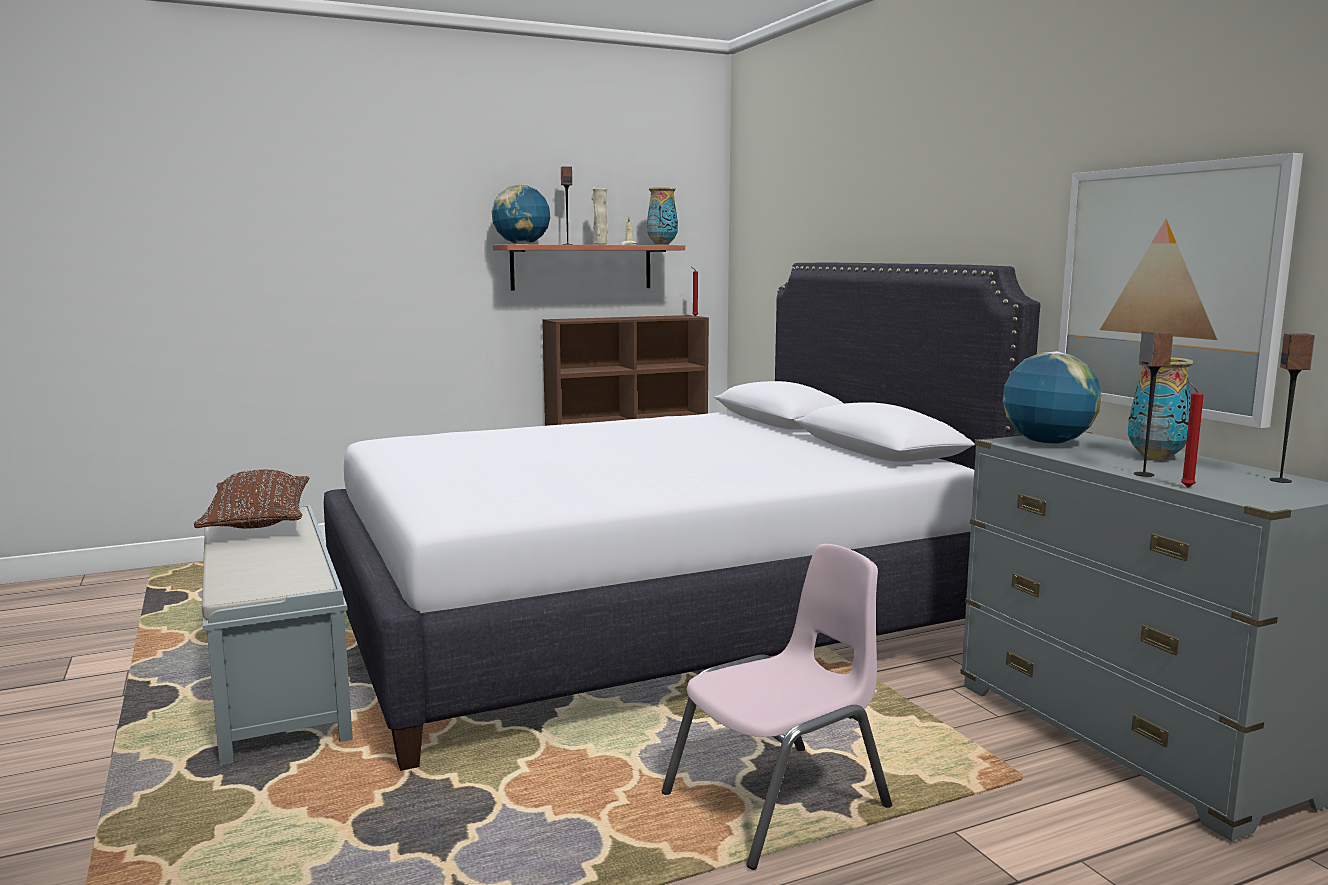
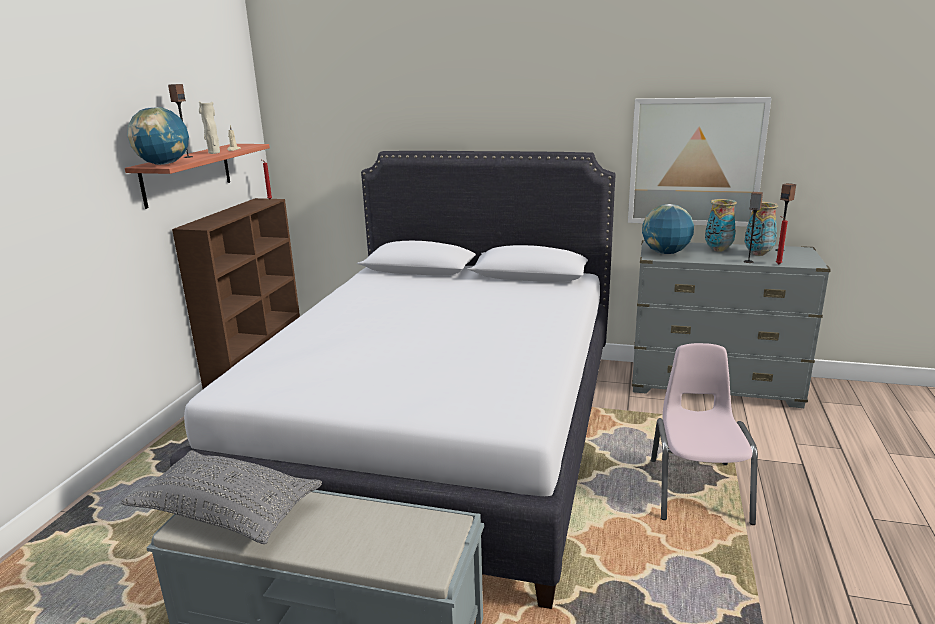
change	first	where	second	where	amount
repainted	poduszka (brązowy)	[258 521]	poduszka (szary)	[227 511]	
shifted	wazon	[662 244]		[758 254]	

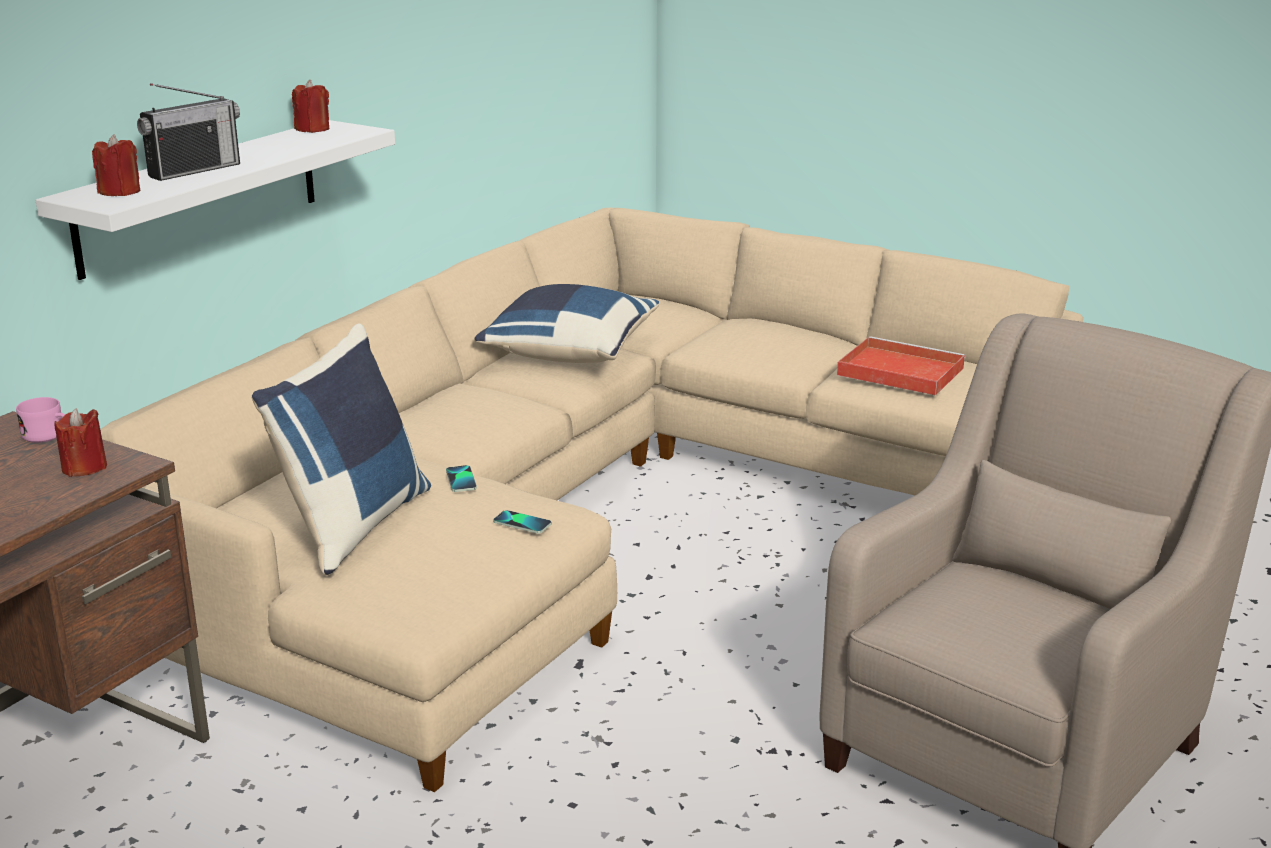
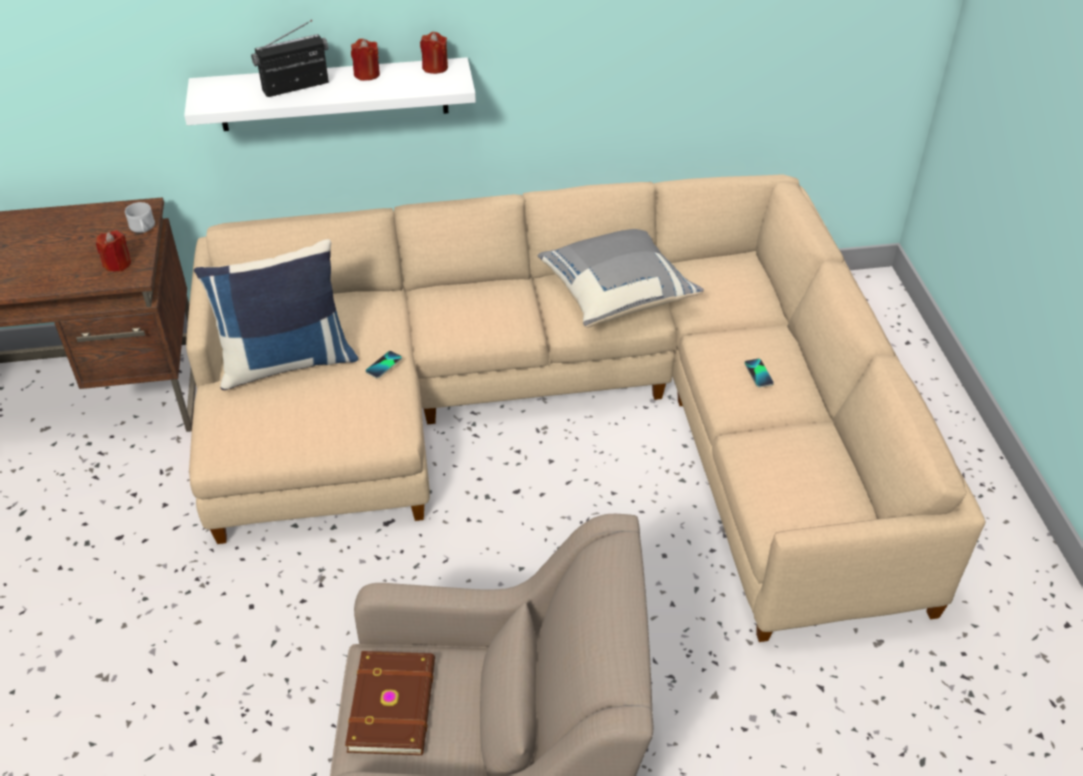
change	first	where	second	where	amount
repainted	kubek (różowy)	[49 436]	kubek (biały)	[143 229]	
shifted	świeca (czerwony)	[120 192]		[367 74]	
rotated	radio	[194 170]		[296 87]	150 degrees clockwise
repainted	poduszka (niebieski)	[568 352]	poduszka (szary)	[616 294]	
shifted	telefon	[522 523]		[758 373]	
gone	taca (czerwony)	[898 371]			
new			książka (brązowy)	[394 705]	

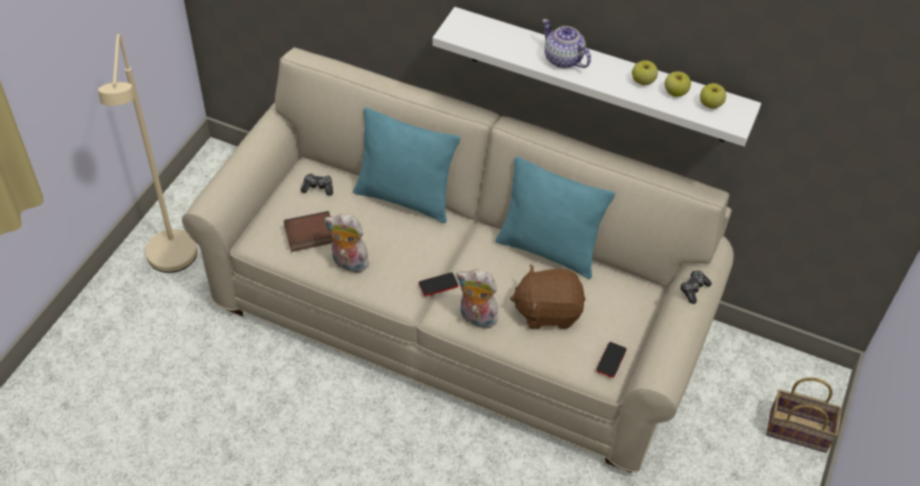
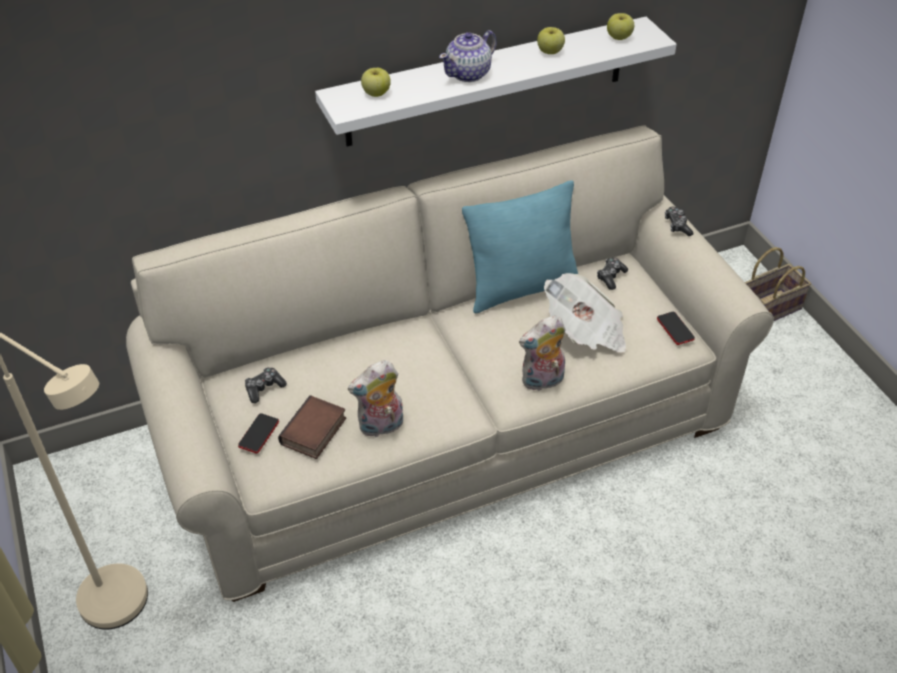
change	first	where	second	where	amount
gone	poduszka (turkusowy)	[404 198]			
shifted	telefon	[438 285]		[258 434]	
swapped	pluszak (brązowy)	[547 311]	gazeta	[585 331]	
rotated	imbryk	[563 60]		[468 74]	45 degrees counterclockwise
shifted	jabłko	[675 92]		[376 93]	
new			pad do gier	[611 277]	

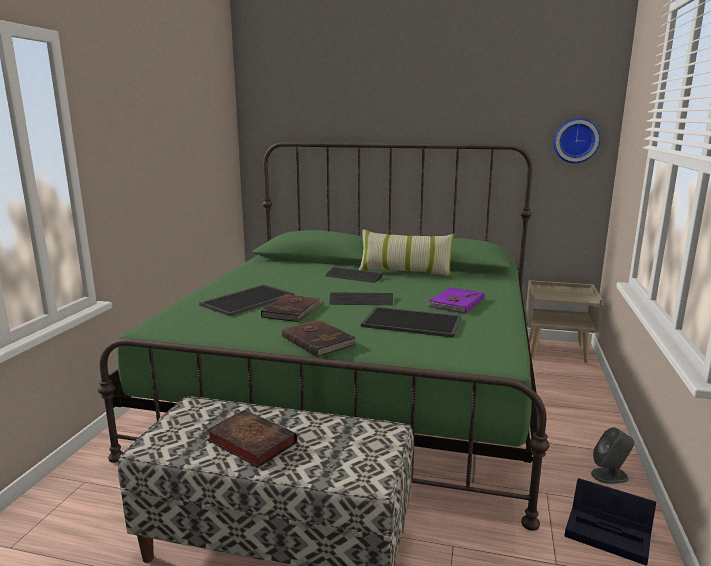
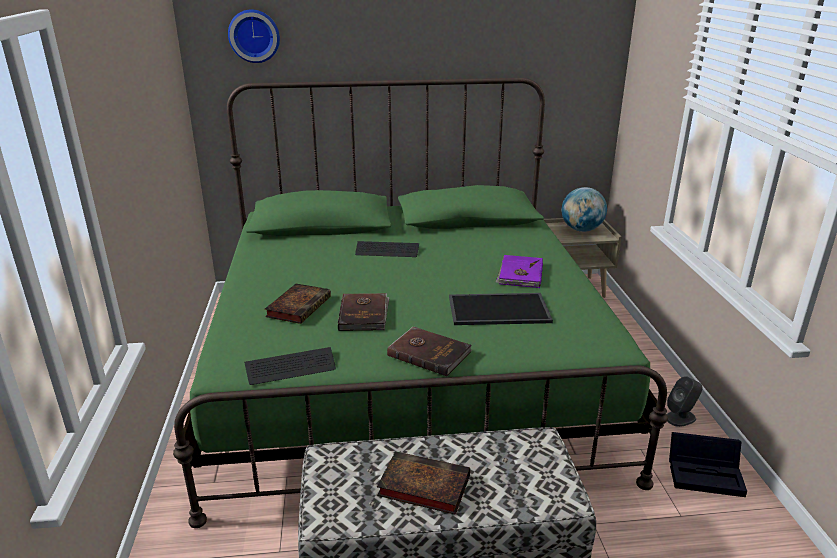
change	first	where	second	where	amount
swapped	taca	[247 300]	książka	[299 306]	
shifted	klawiatura	[361 300]		[290 367]	
gone	poduszka	[405 272]			
shifted	zegar ścienny	[576 140]		[254 36]	
new			globus	[581 230]	

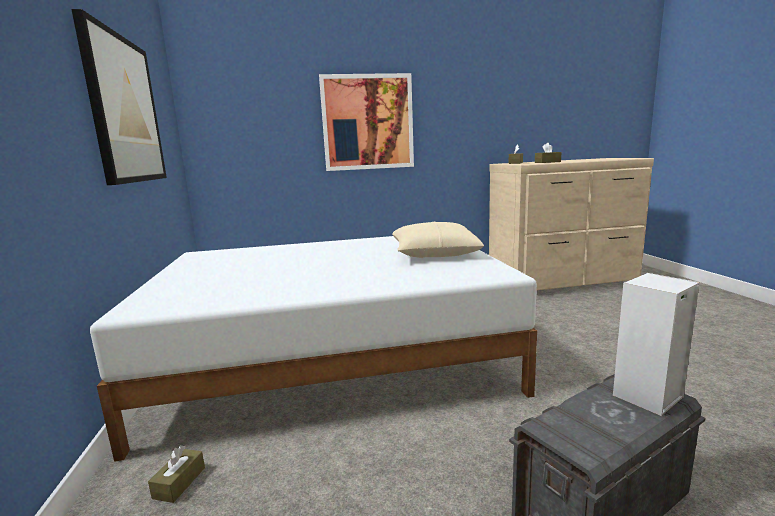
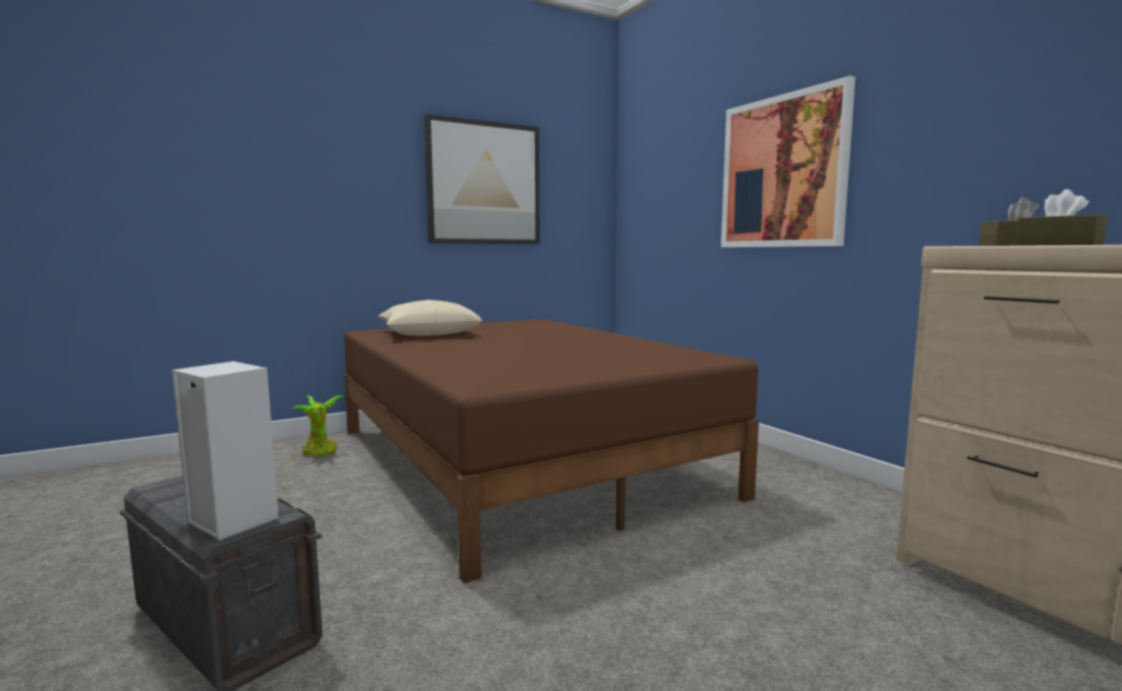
change	first	where	second	where	amount
repainted	łóżko (biały)	[333 359]	łóżko (brązowy)	[520 460]	
swapped	pudełko chusteczek (brązowy)	[179 483]	roślina doniczkowa	[320 452]	
shifted	poduszka (beżowy)	[434 253]		[429 333]	

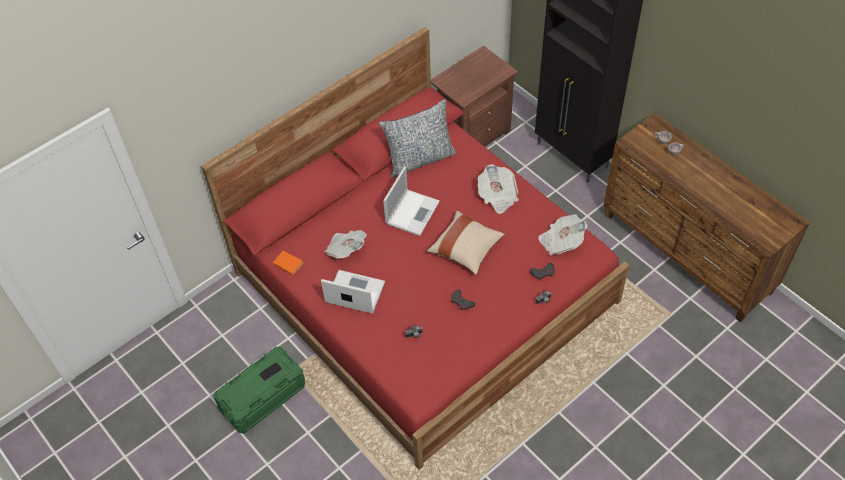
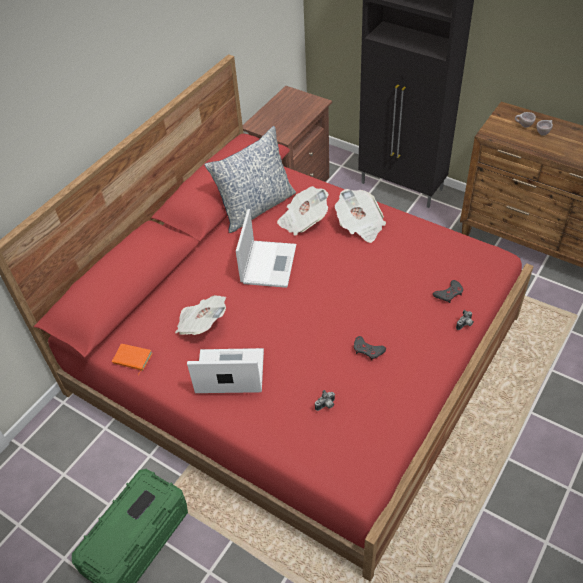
change	first	where	second	where	amount
gone	poduszka (beżowy)	[466 249]			
shifted	gazeta	[561 241]		[303 221]	

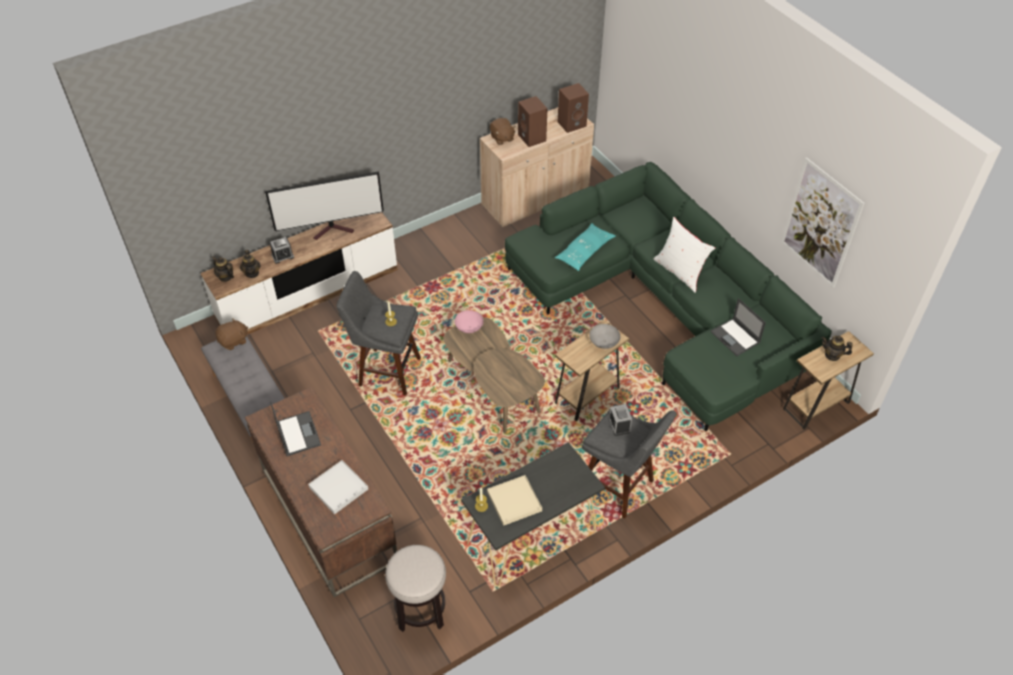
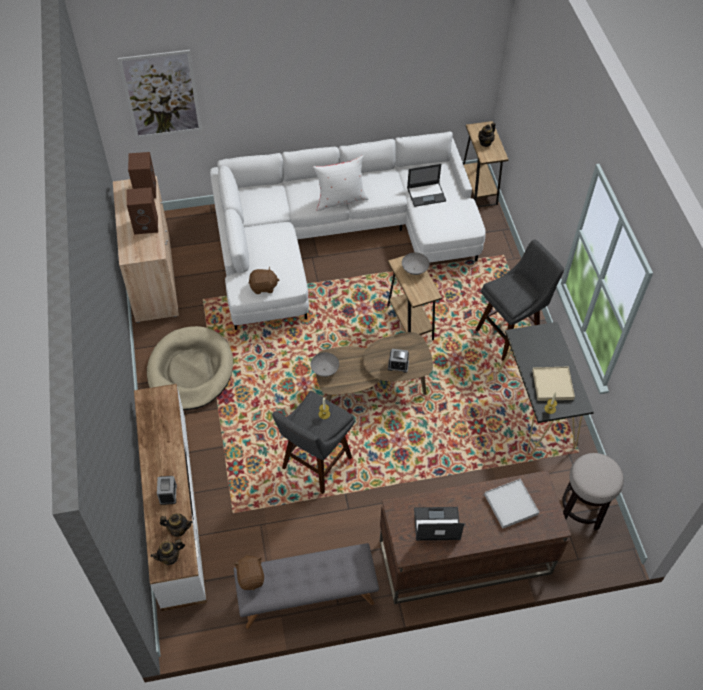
change	first	where	second	where	amount
gone	telewizor	[334 230]			
repainted	miska (różowy)	[469 328]	miska (szary)	[325 370]	
shifted	pluszak (brązowy)	[502 138]		[263 287]	
repainted	kanapa (zielony)	[665 305]	kanapa (biały)	[336 236]	
gone	poduszka (turkusowy)	[585 252]			
shifted	budzik	[619 425]		[398 365]	
shifted	obraz	[820 223]		[161 95]	
new			legowisko (beżowy)	[190 371]	

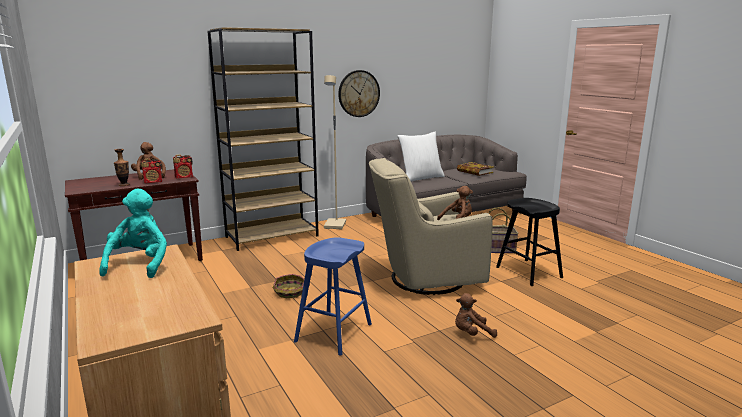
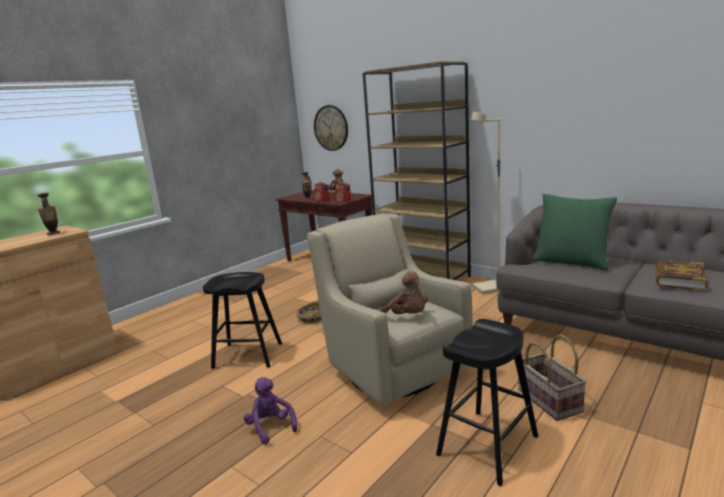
change	first	where	second	where	amount
swapped	pluszak (turkusowy)	[140 264]	wazon	[53 233]	
repainted	stołek (niebieski)	[333 333]	stołek (czarny)	[247 355]	
shifted	zegar ścienny	[359 93]		[331 128]	
repainted	poduszka (biały)	[421 178]	poduszka (zielony)	[571 262]	
repainted	pluszak (brązowy)	[471 333]	pluszak (fioletowy)	[270 427]	

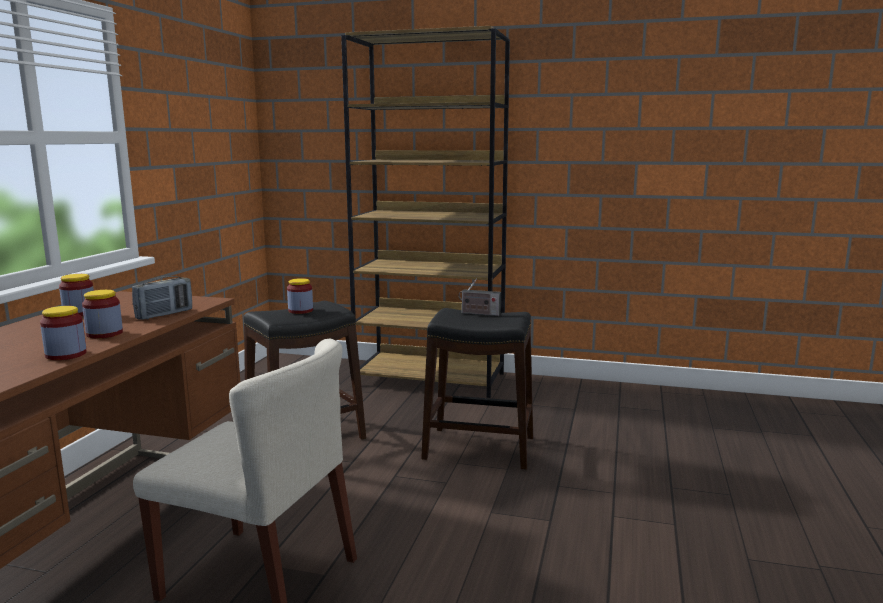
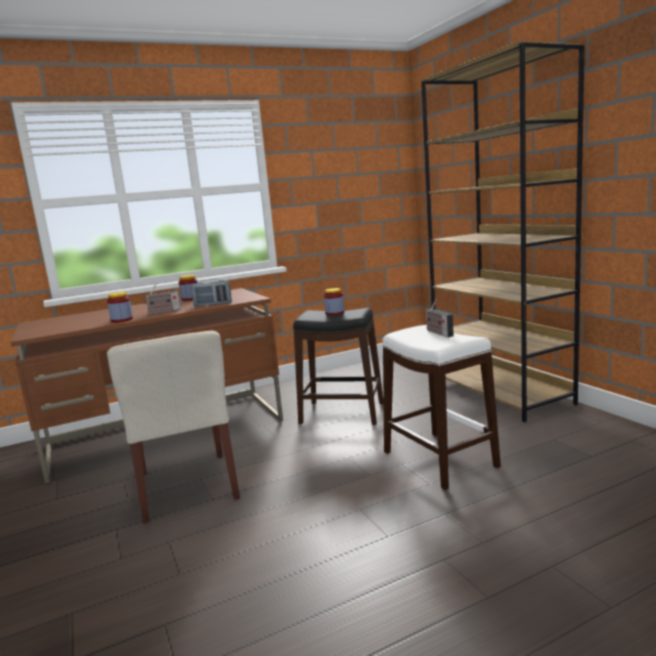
change	first	where	second	where	amount
swapped	słoik	[104 334]	radio	[163 311]	
repainted	stołek (czarny)	[479 447]	stołek (biały)	[440 459]	

